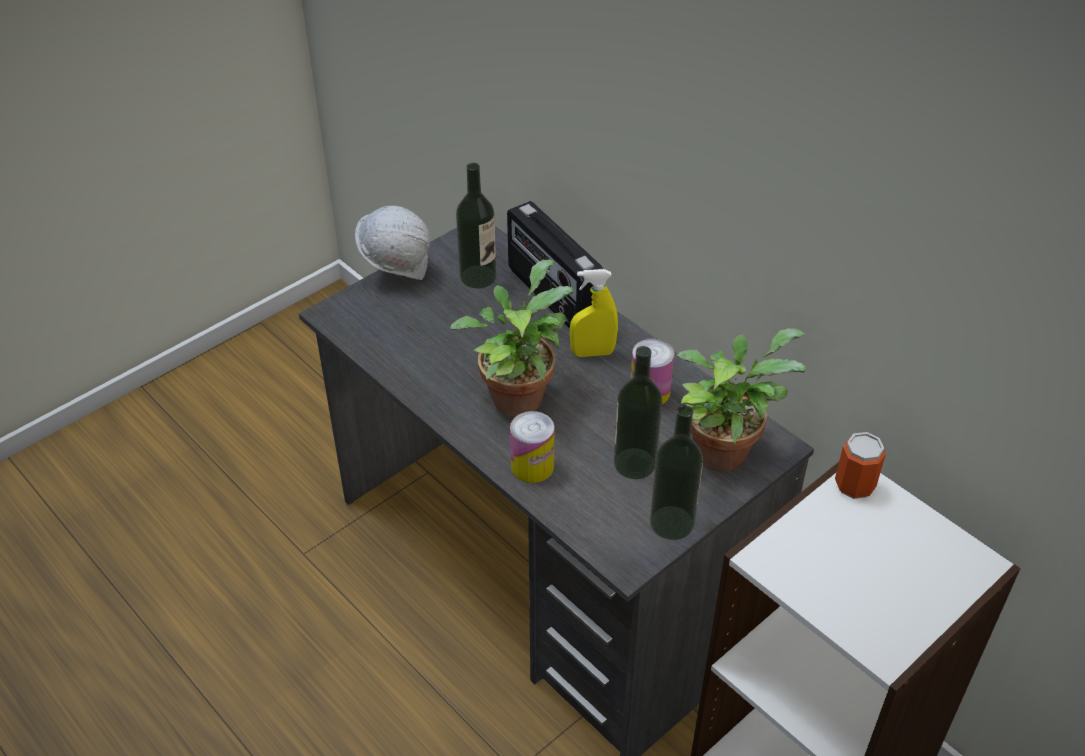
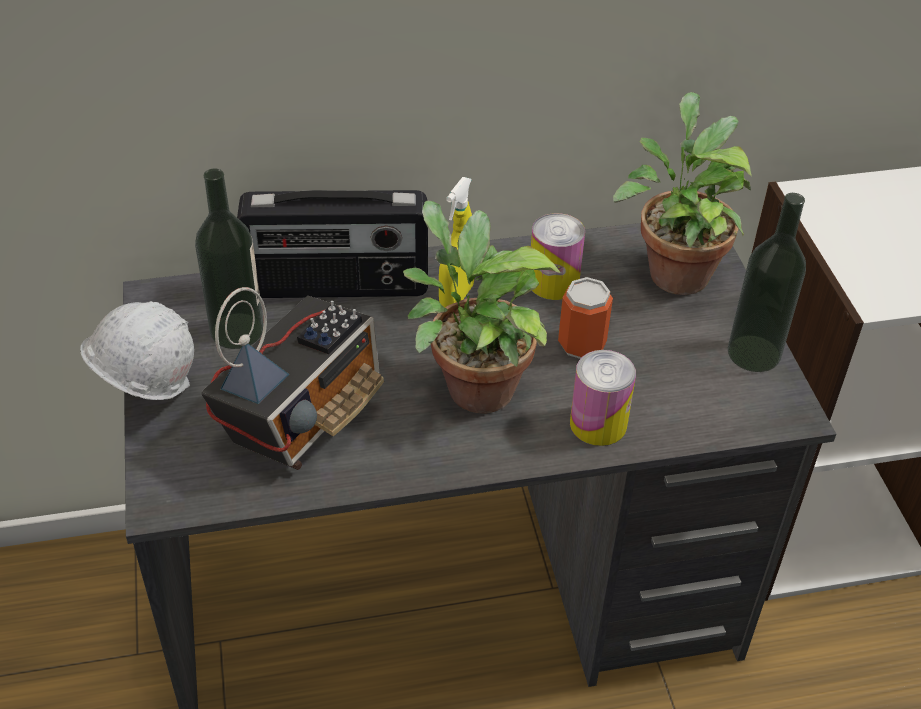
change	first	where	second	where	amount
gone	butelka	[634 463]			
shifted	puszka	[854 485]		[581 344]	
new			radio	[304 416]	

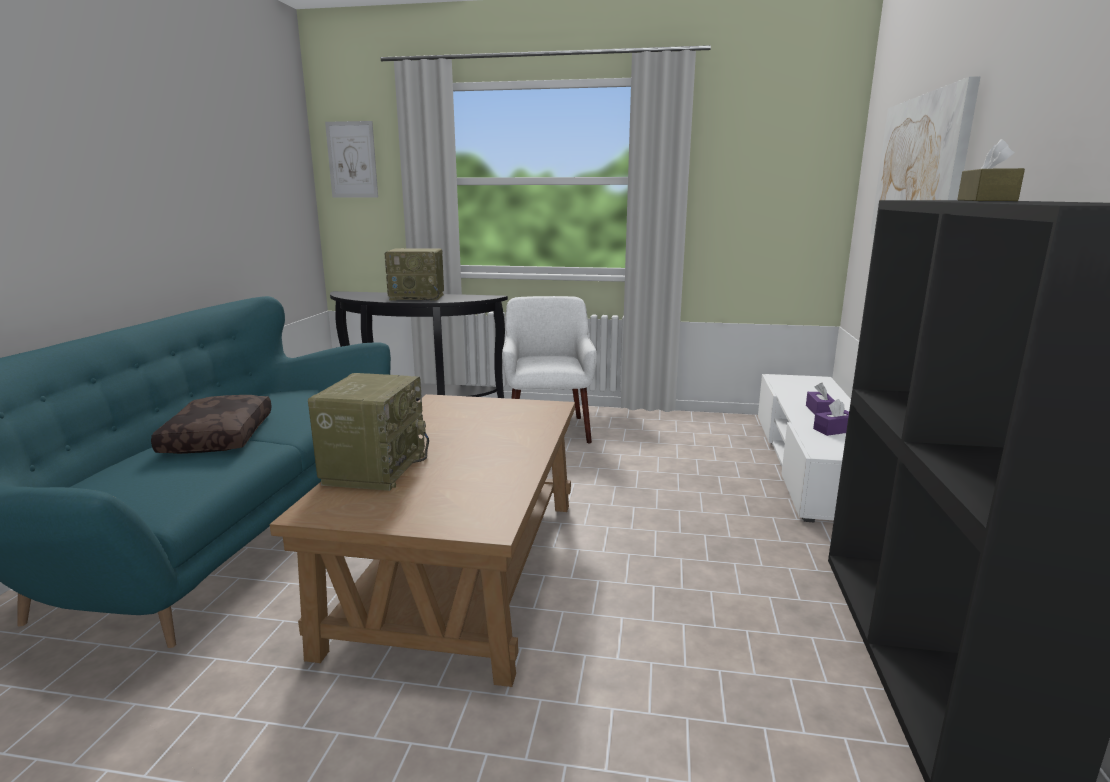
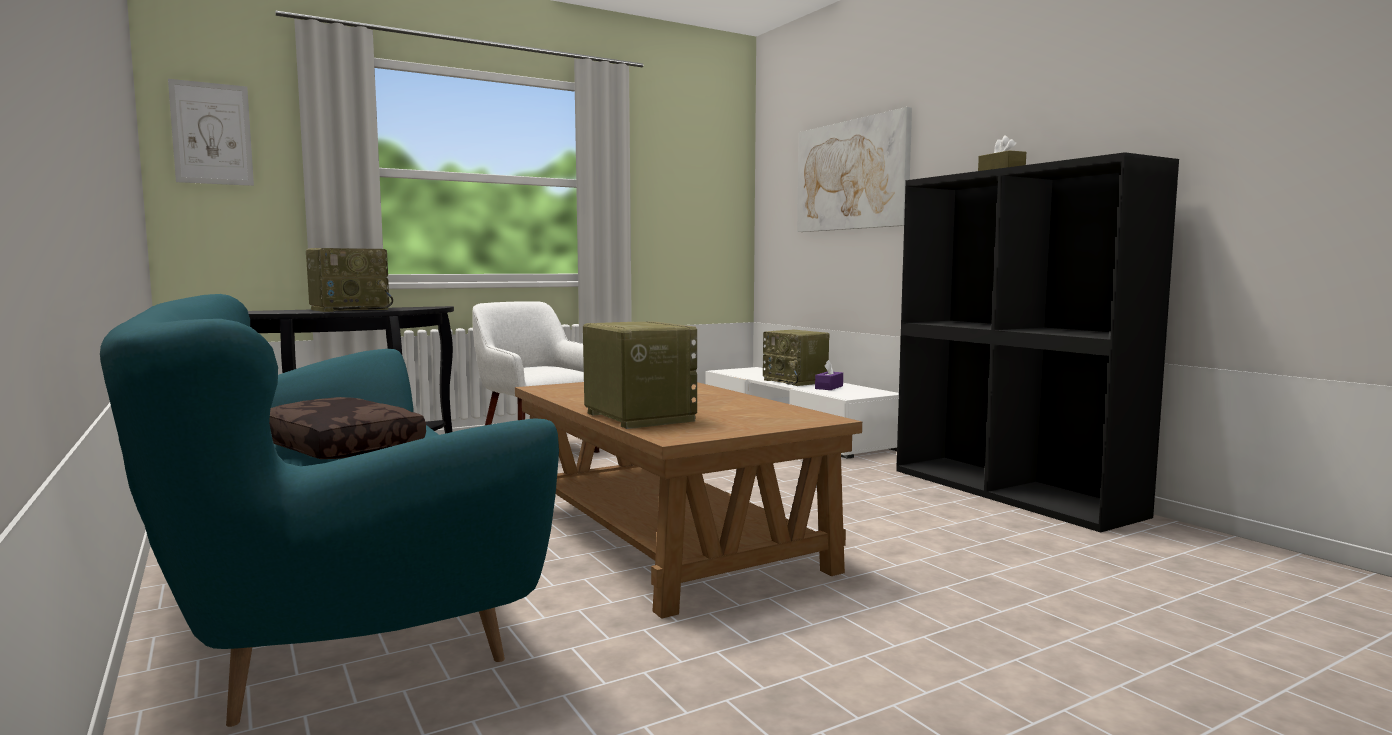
change	first	where	second	where	amount
swapped	pudełko chusteczek (fioletowy)	[820 411]	radio	[796 381]	

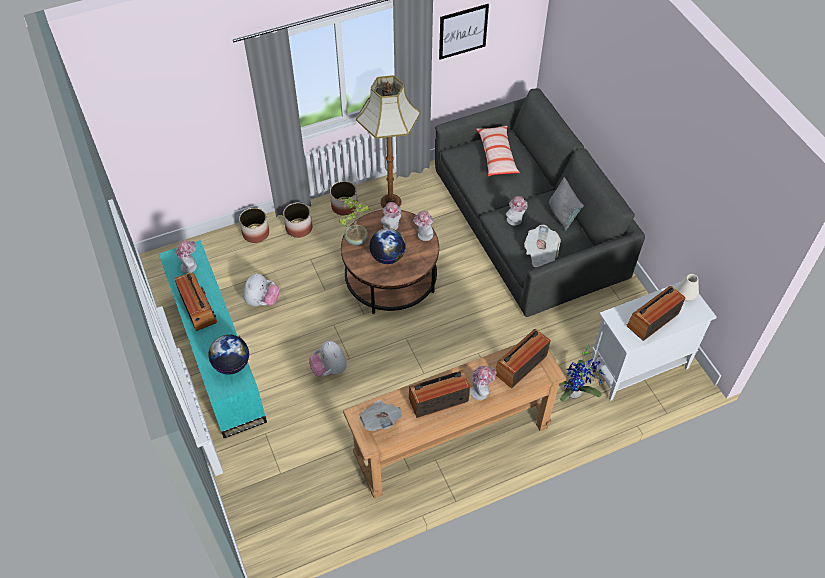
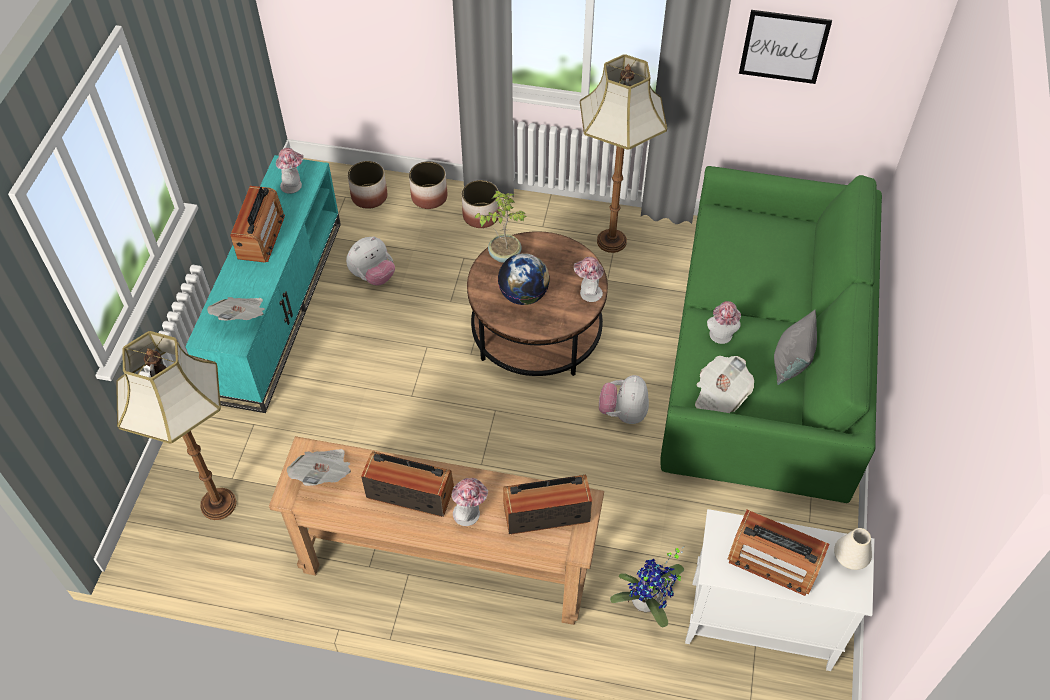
change	first	where	second	where	amount
swapped	globus	[232 364]	gazeta	[241 317]	
shifted	pluszak	[329 369]		[623 413]	
shifted	donica	[344 206]		[369 196]	
gone	kapelusz	[392 227]			
repainted	kanapa (szary)	[529 224]	kanapa (zielony)	[765 358]	
gone	poduszka	[497 156]			
rotated	radio	[652 320]		[773 562]	150 degrees counterclockwise
new			lampa stojąca	[217 504]	

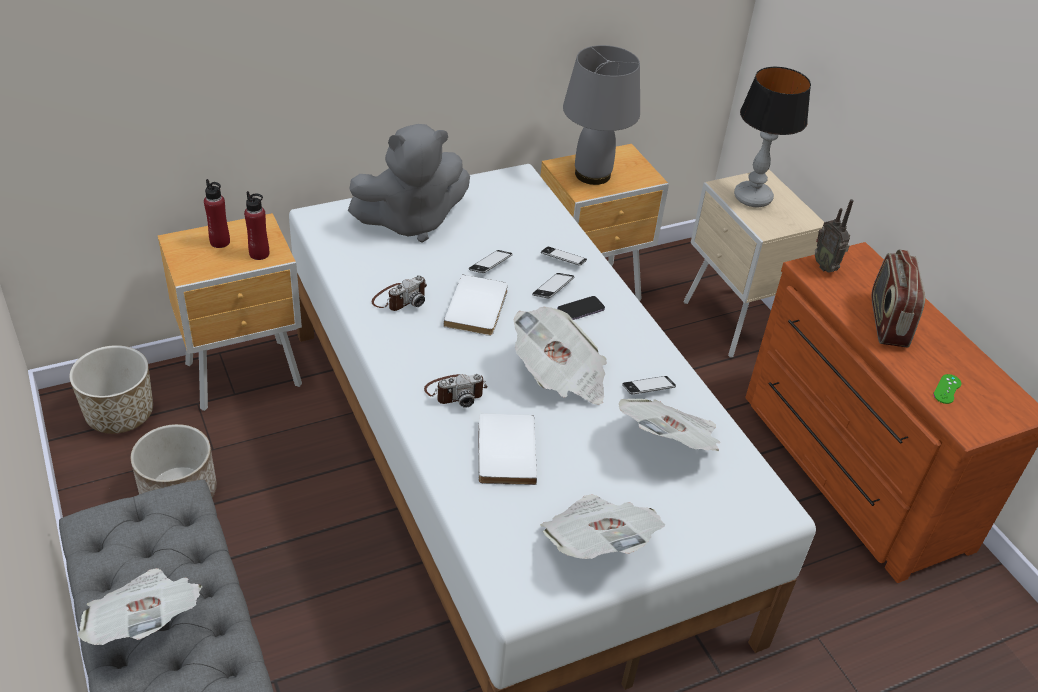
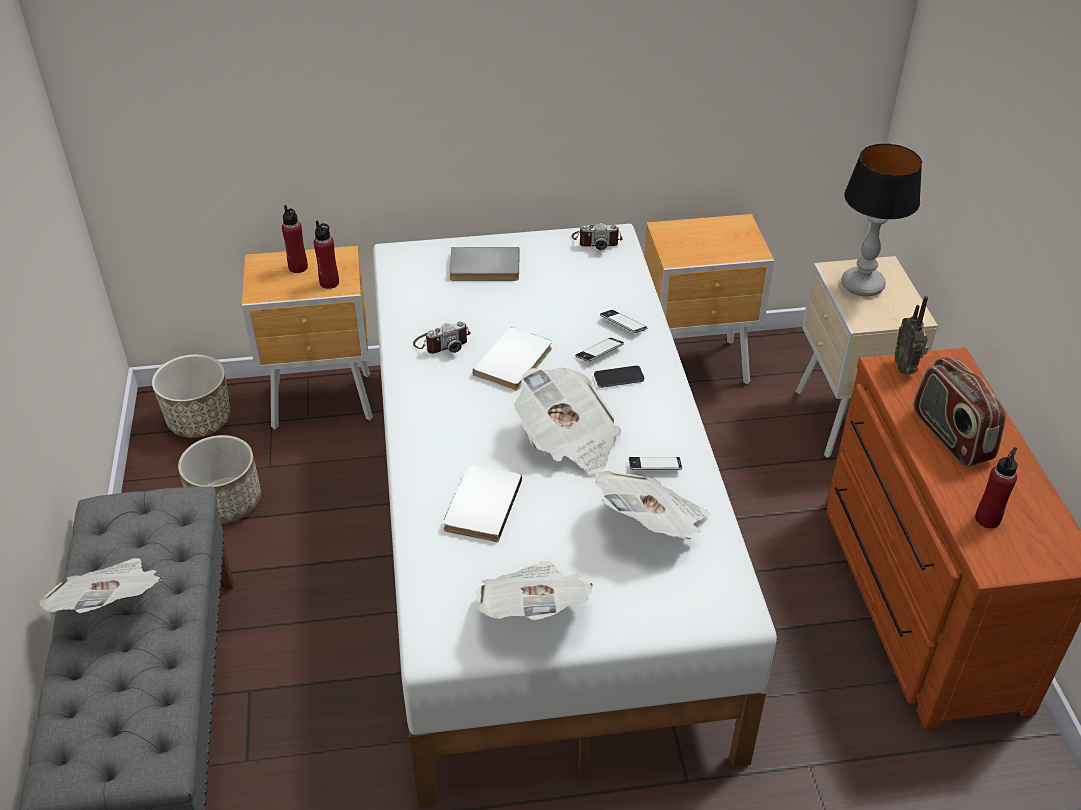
change	first	where	second	where	amount
swapped	pluszak (szary)	[410 221]	książka (szary)	[484 268]	
shifted	aparat fotograficzny	[455 392]		[596 240]	
gone	telefon	[490 265]			
gone	lampa stołowa (szary)	[593 174]			
rotated	radio	[887 321]		[950 436]	45 degrees counterclockwise
swapped	pad do gier (zielony)	[947 389]	butelka (czerwony)	[987 519]	

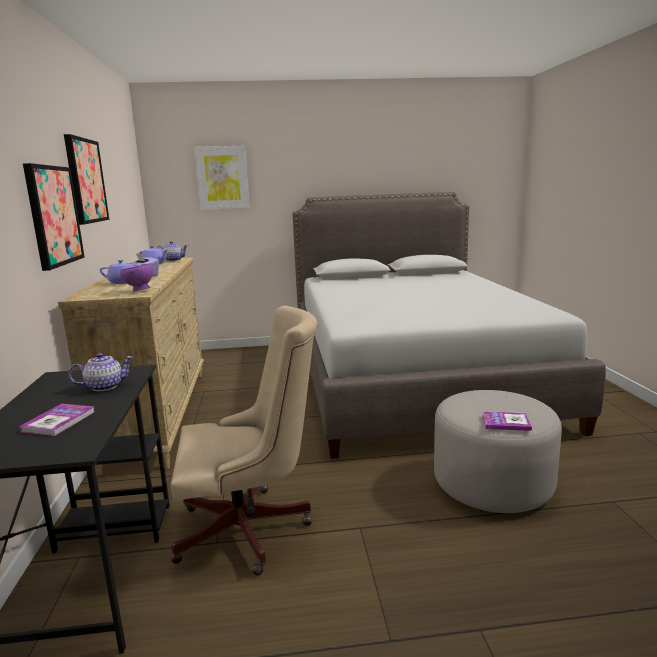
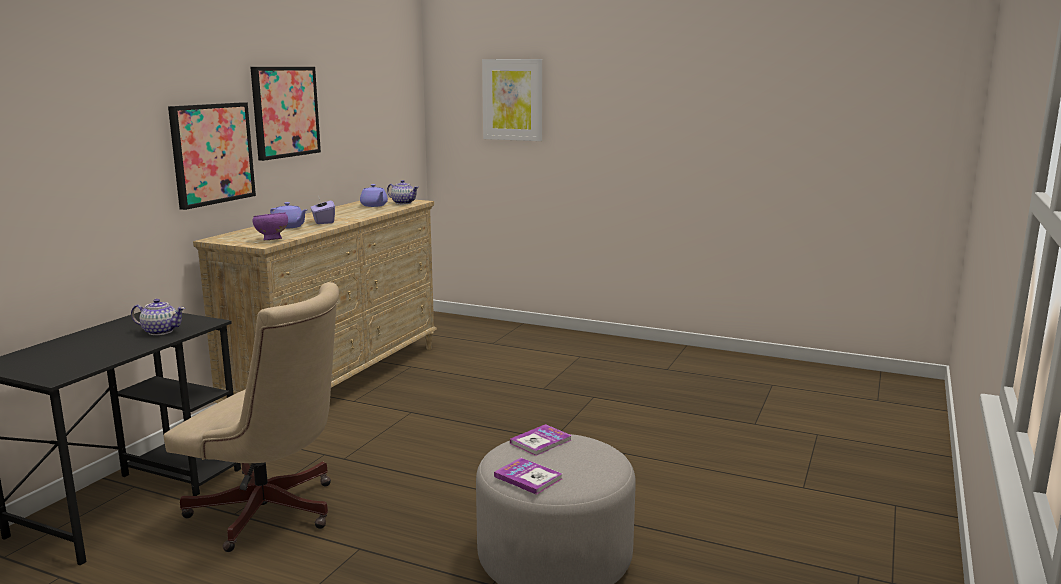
change	first	where	second	where	amount
shifted	książka	[58 421]		[540 441]	
gone	łóżko (szary)	[413 379]			

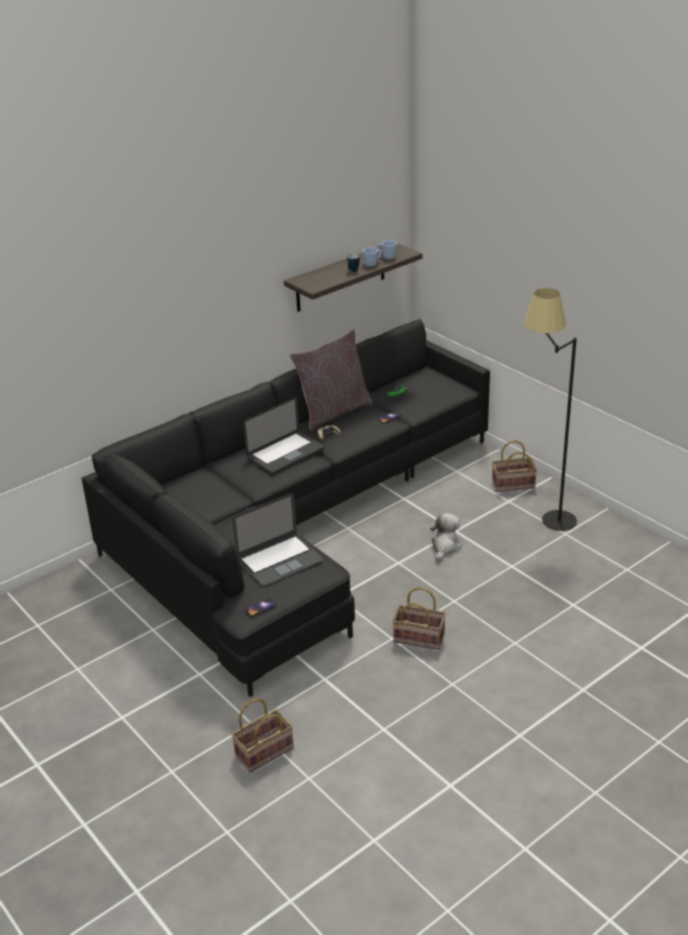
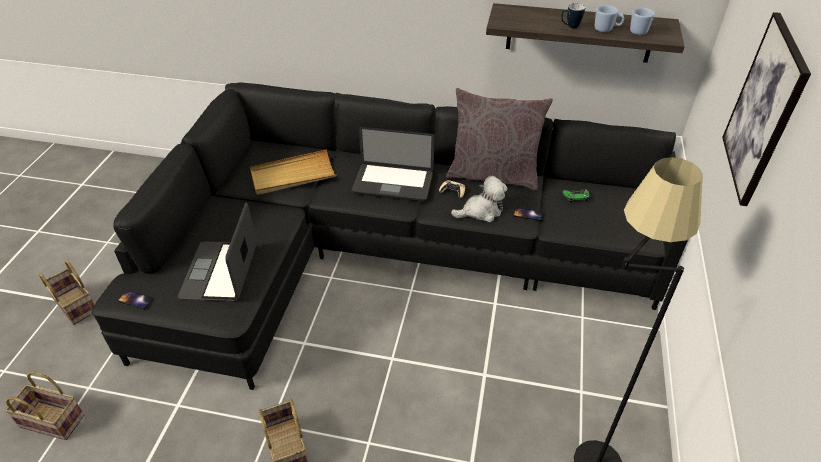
change	first	where	second	where	amount
rotated	laptop	[279 560]		[220 271]	75 degrees clockwise
shifted	pluszak	[445 546]		[481 211]	
shifted	koszyk	[512 485]		[74 305]	
new			taca (beżowy)	[293 175]	
new			obraz	[764 110]	

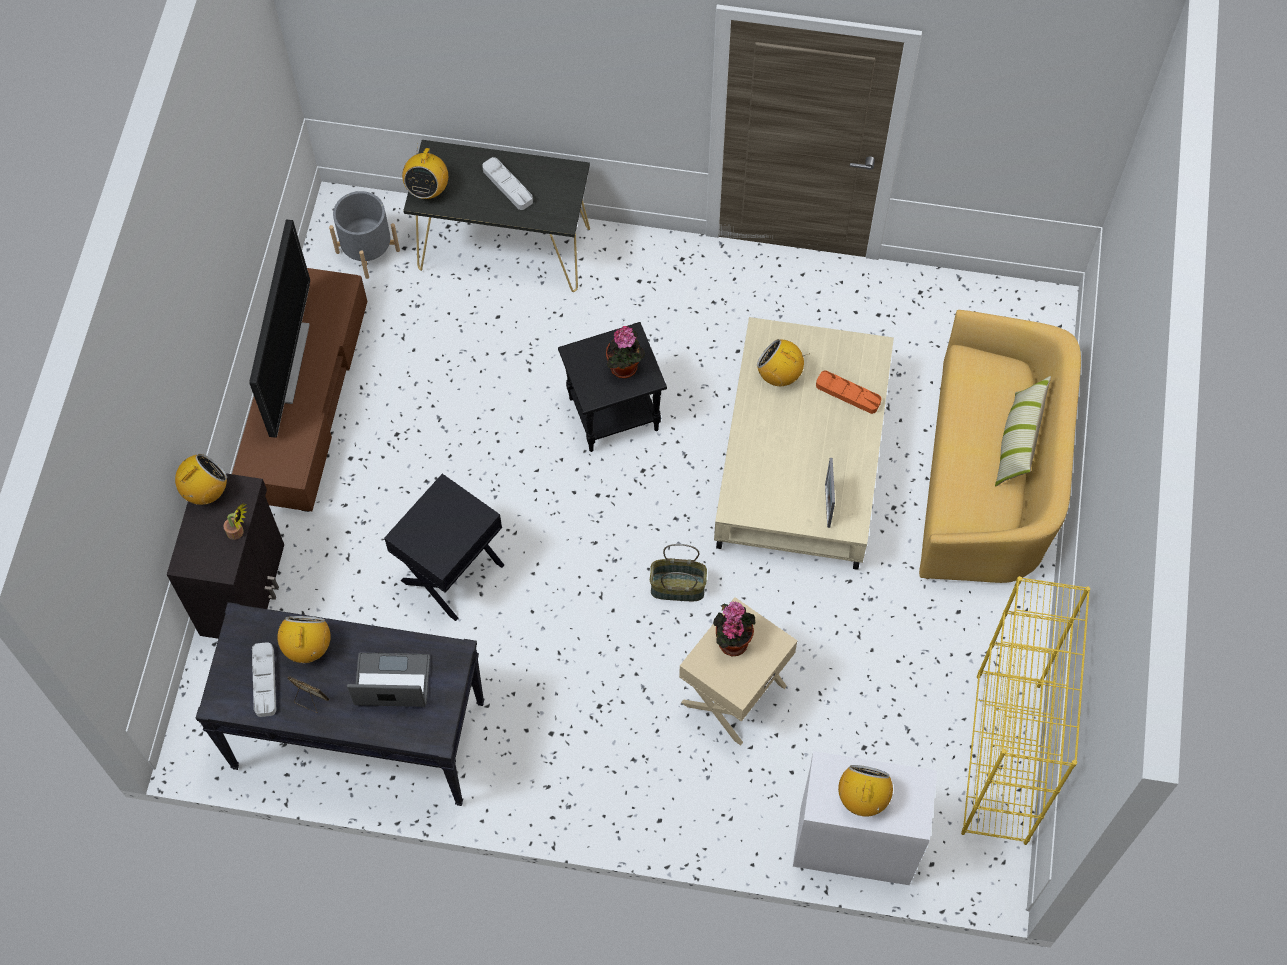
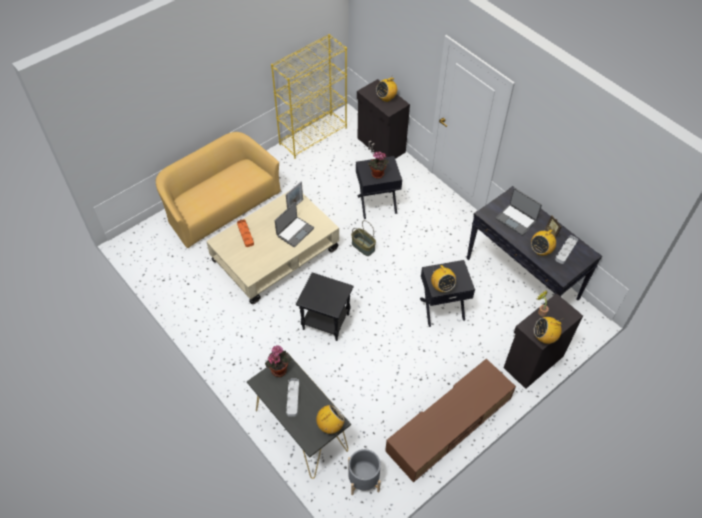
change	first	where	second	where	amount
gone	telewizor	[287 362]			
shifted	roślina doniczkowa	[625 369]		[279 369]	
repainted	stolik (beżowy)	[732 693]	stolik (czarny)	[377 204]	
shifted	radio	[779 375]		[442 287]	
repainted	szafka (biały)	[853 843]	szafka (czarny)	[381 145]	
gone	poduszka	[1017 441]			
new			laptop	[295 231]	

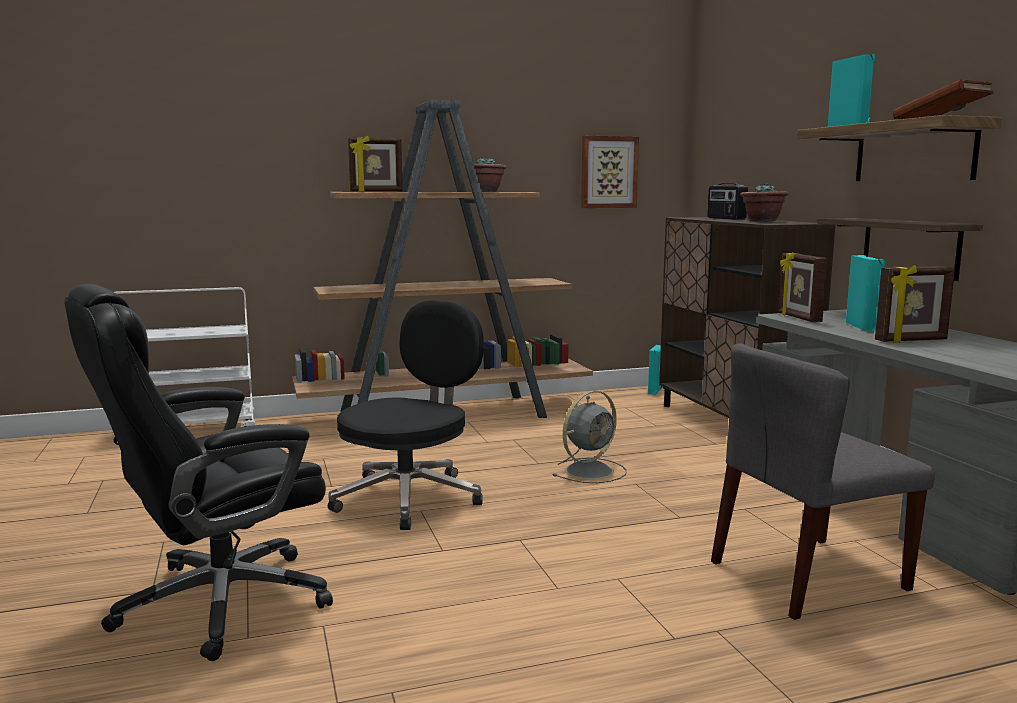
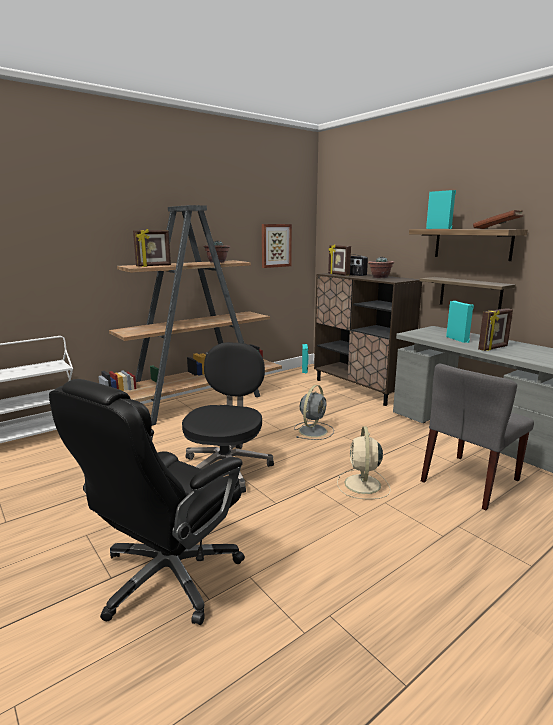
change	first	where	second	where	amount
shifted	ramka na zdjęcie	[798 318]		[338 274]	
new			wentylator (beżowy)	[362 485]	

